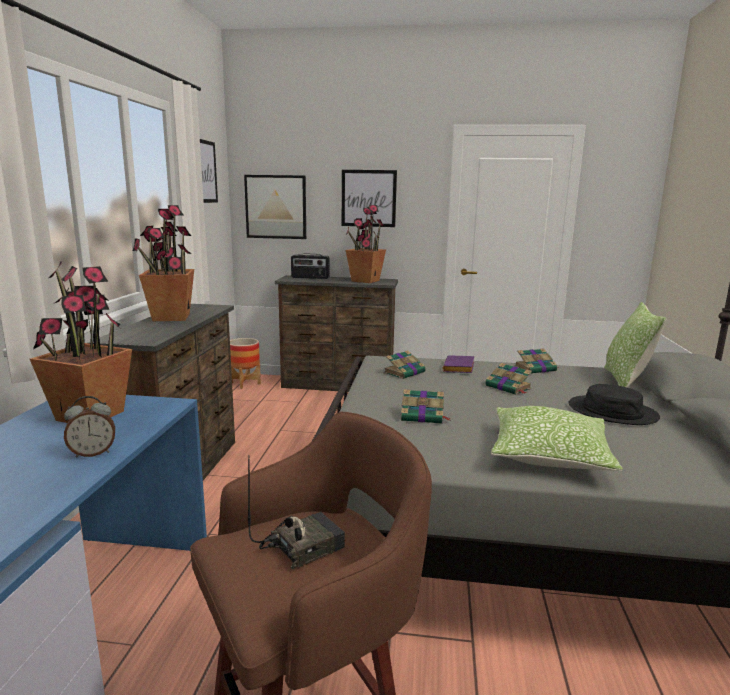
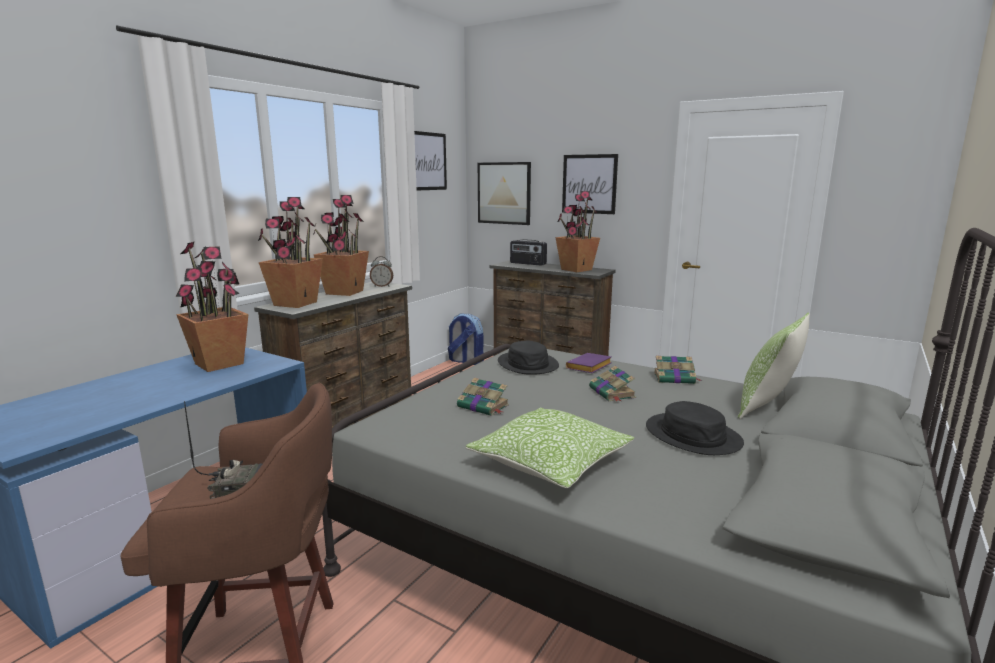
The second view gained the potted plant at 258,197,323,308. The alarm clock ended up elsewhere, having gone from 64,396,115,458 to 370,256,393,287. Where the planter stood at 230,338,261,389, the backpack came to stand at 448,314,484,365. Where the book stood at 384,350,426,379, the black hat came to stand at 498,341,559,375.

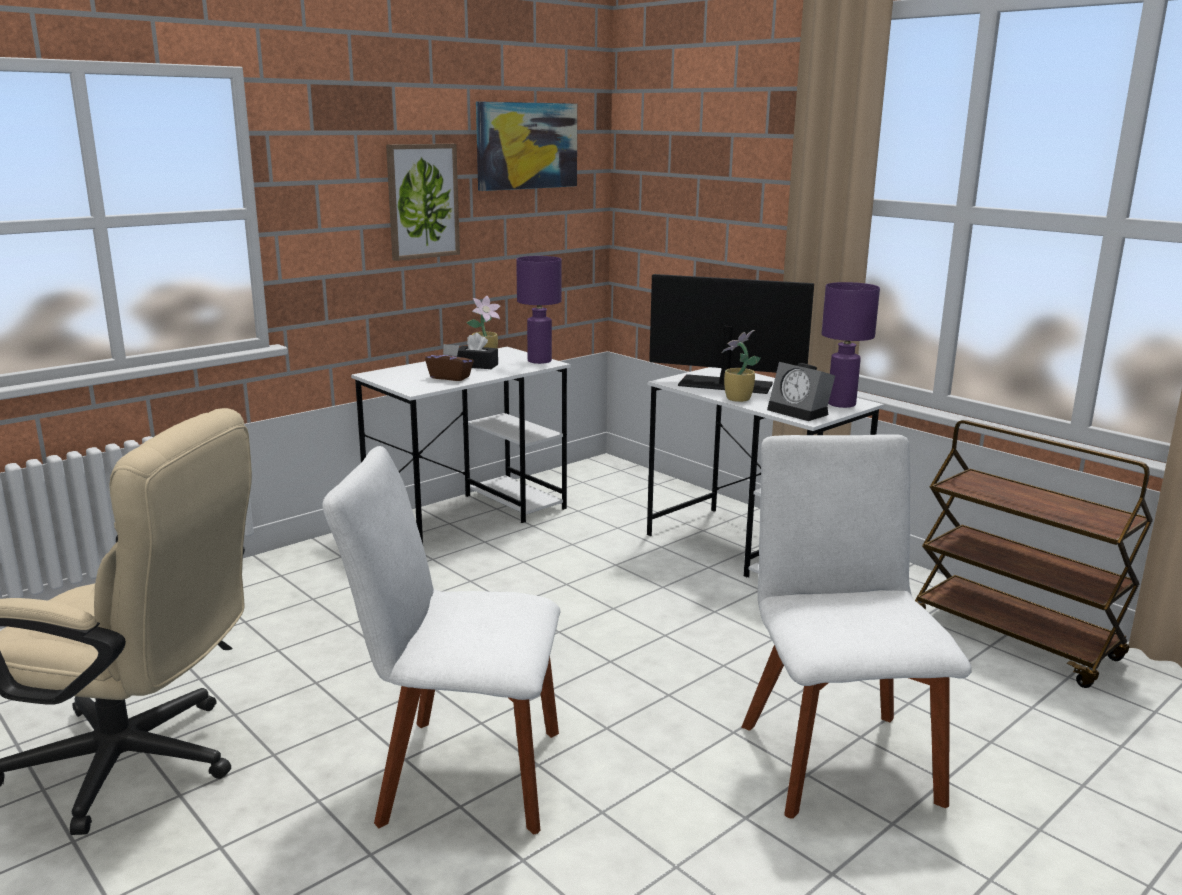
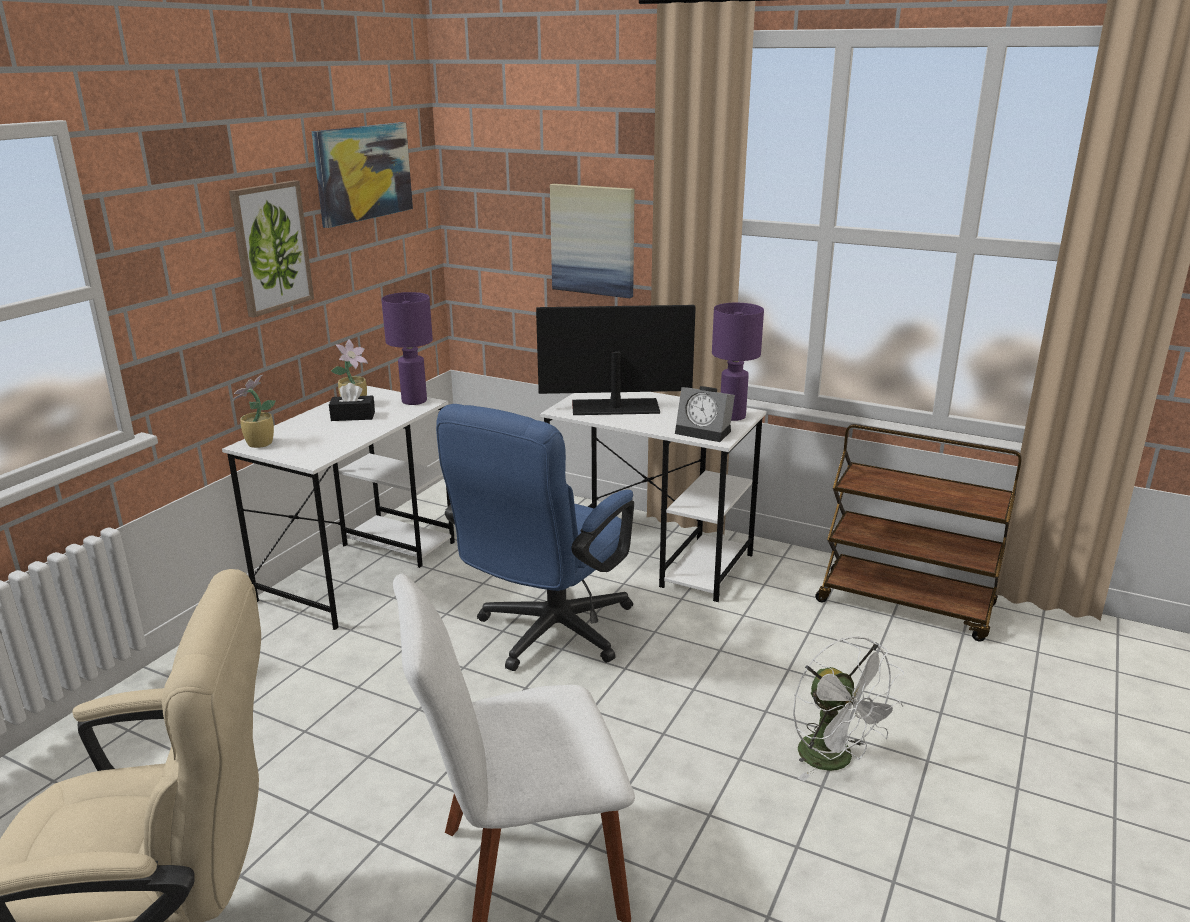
The second view lost the brown tissue box at 425,344,474,381. The second view gained the blue office chair at 436,404,634,671. The second view gained the picture at 550,184,635,298. The potted plant ended up elsewhere, having gone from 722,330,761,402 to 232,375,276,448. Where the white chair stood at 742,435,972,819, the white fan came to stand at 793,636,904,781.

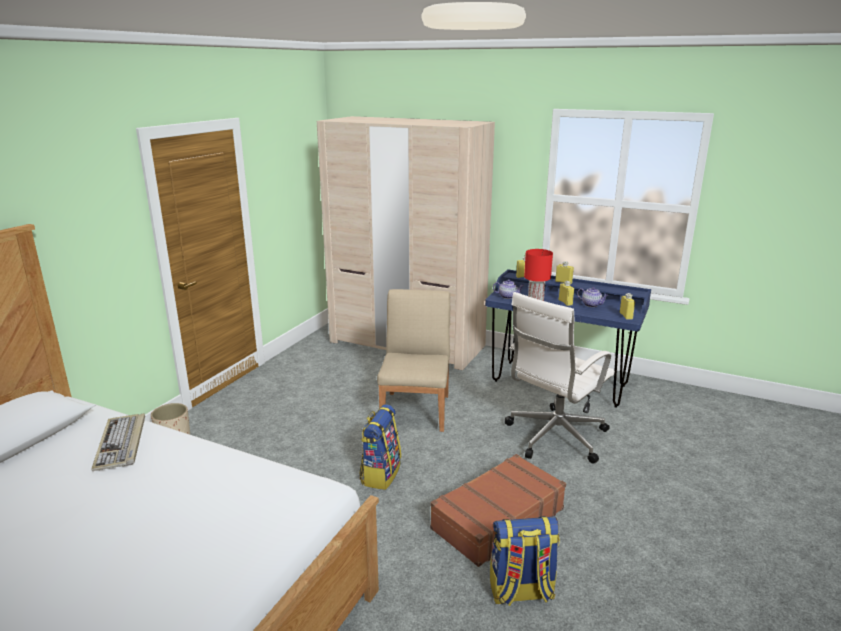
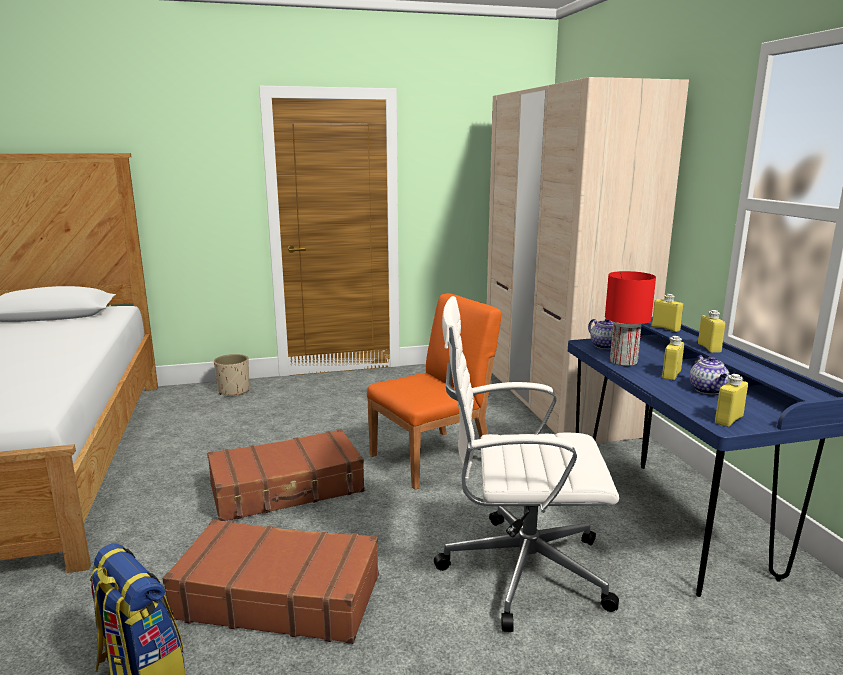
The second view lost the keyboard at 91,413,145,471. Where the backpack stood at 359,404,401,490, the brown suitcase came to stand at 207,429,365,521. What was the beige chair at 377,289,450,432 turned into the orange chair at 367,293,501,490.

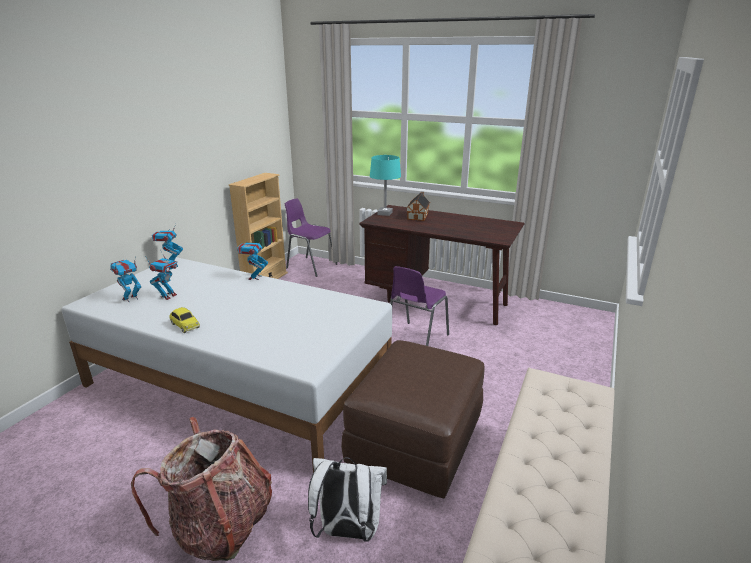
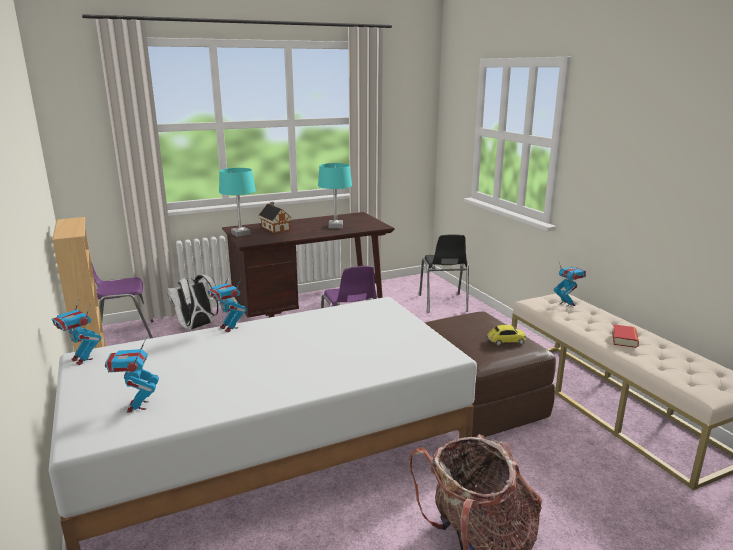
The second view gained the turquoise table lamp at 318,163,352,228. The second view gained the black chair at 419,234,469,313. The second view gained the book at 612,324,639,348. The toy robot ended up elsewhere, having gone from 145,250,178,300 to 554,263,586,307. The toy car ended up elsewhere, having gone from 169,307,200,333 to 487,325,526,346. The white backpack ended up elsewhere, having gone from 308,457,387,542 to 167,274,218,330.

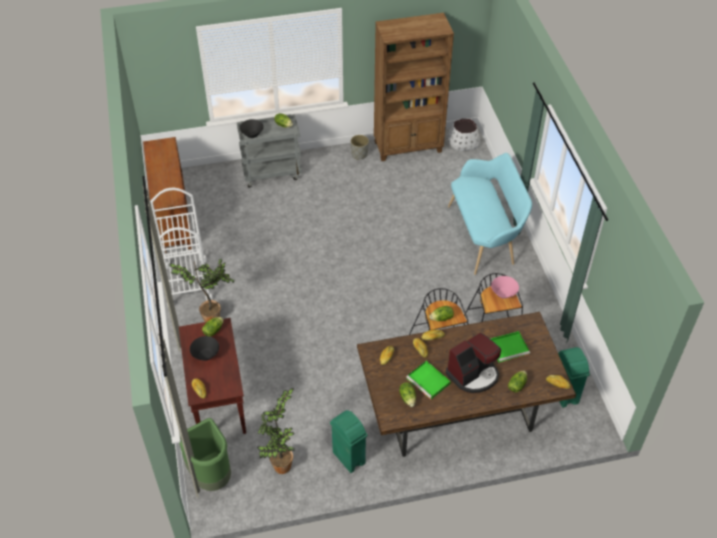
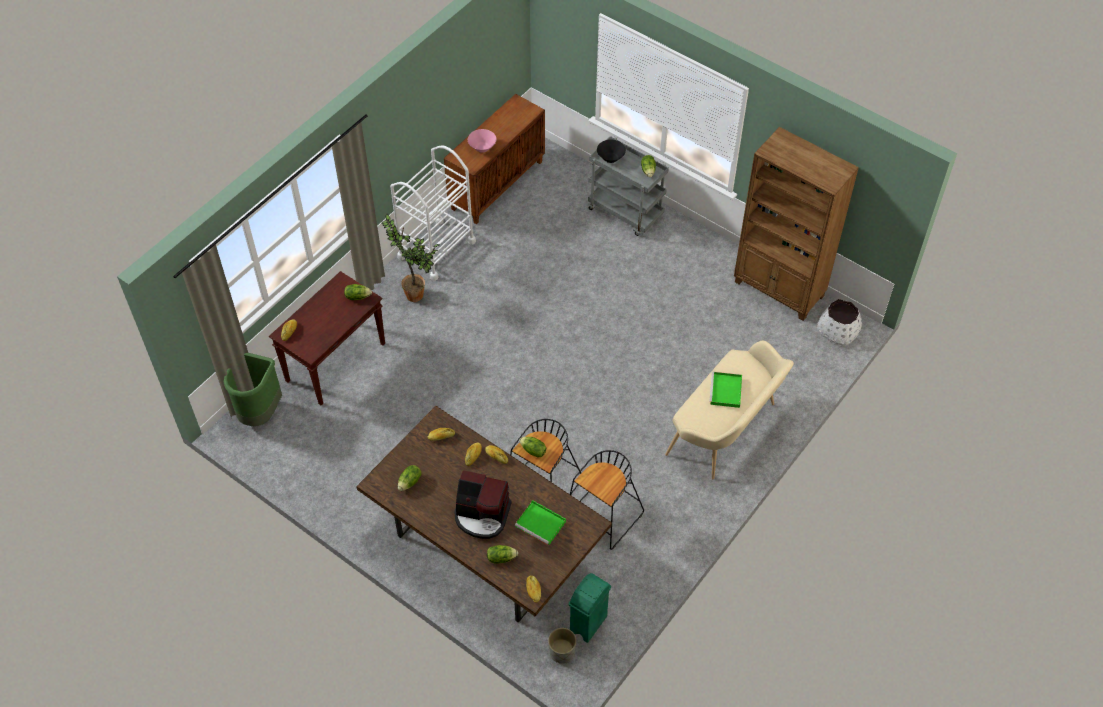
The second view lost the black bowl at 190,336,219,361. The second view lost the potted plant at 257,388,295,474. The second view lost the green trash can at 330,410,367,473. The grey planter ended up elsewhere, having gone from 351,135,369,160 to 548,628,576,664. The green tray ended up elsewhere, having gone from 406,361,451,399 to 709,372,742,408. The pink bowl ended up elsewhere, having gone from 491,276,519,299 to 468,129,497,153. What was the turquoise bench at 448,153,532,275 turned into the beige bench at 665,340,794,479.

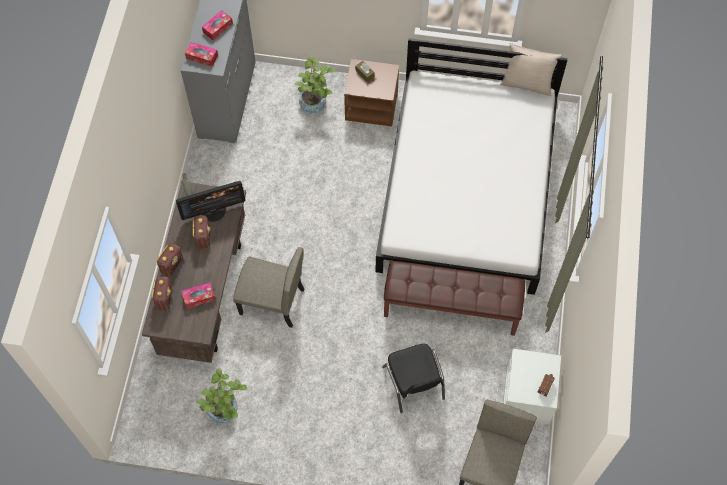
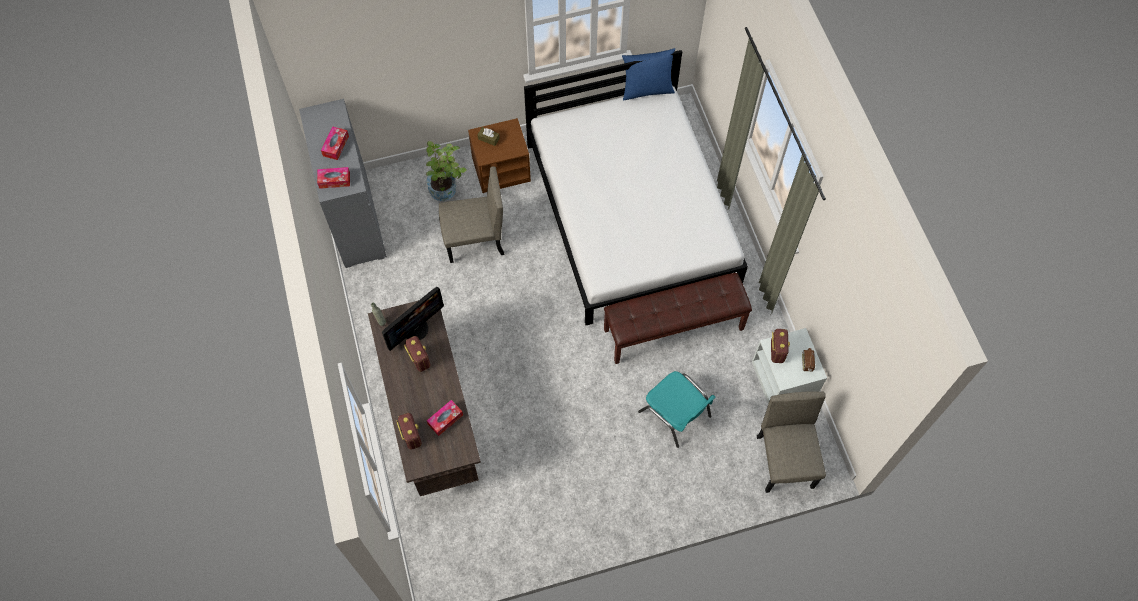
The second view lost the potted plant at 196,368,247,424. The radio ended up elsewhere, having gone from 157,243,183,277 to 771,329,790,363. The beige chair ended up elsewhere, having gone from 233,247,304,328 to 439,166,505,263. What was the black chair at 382,344,445,413 turned into the turquoise chair at 638,371,715,448. What was the beige pillow at 500,43,562,96 turned into the blue pillow at 622,48,675,101.

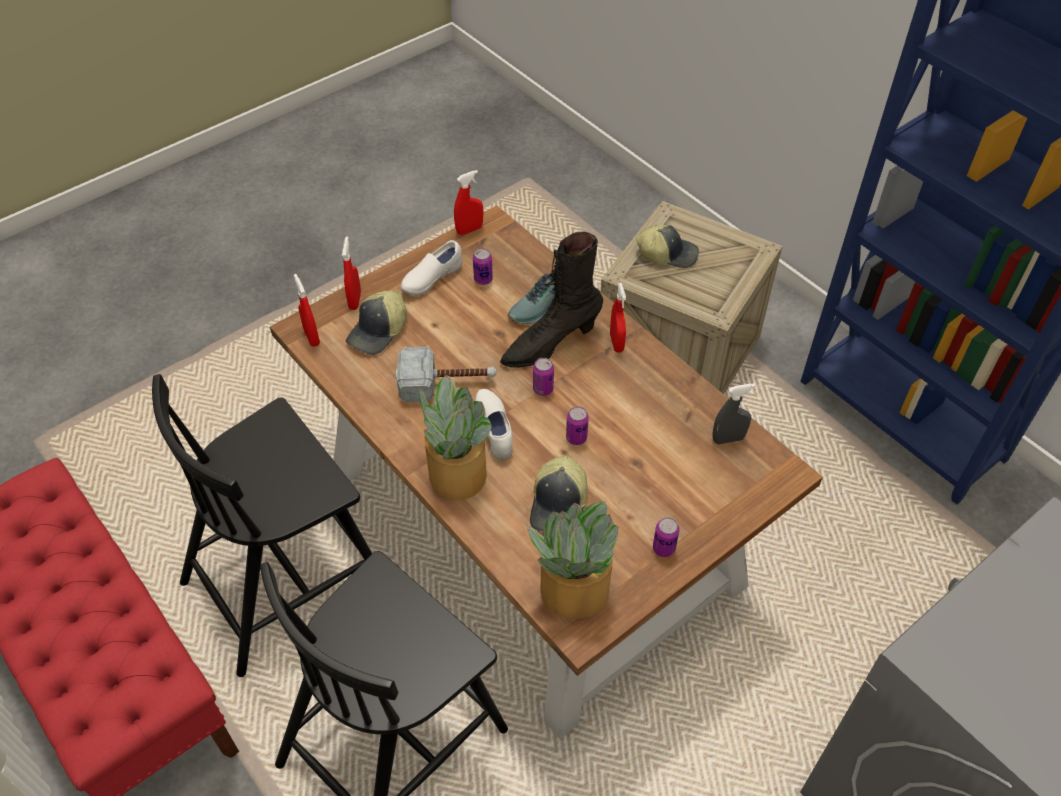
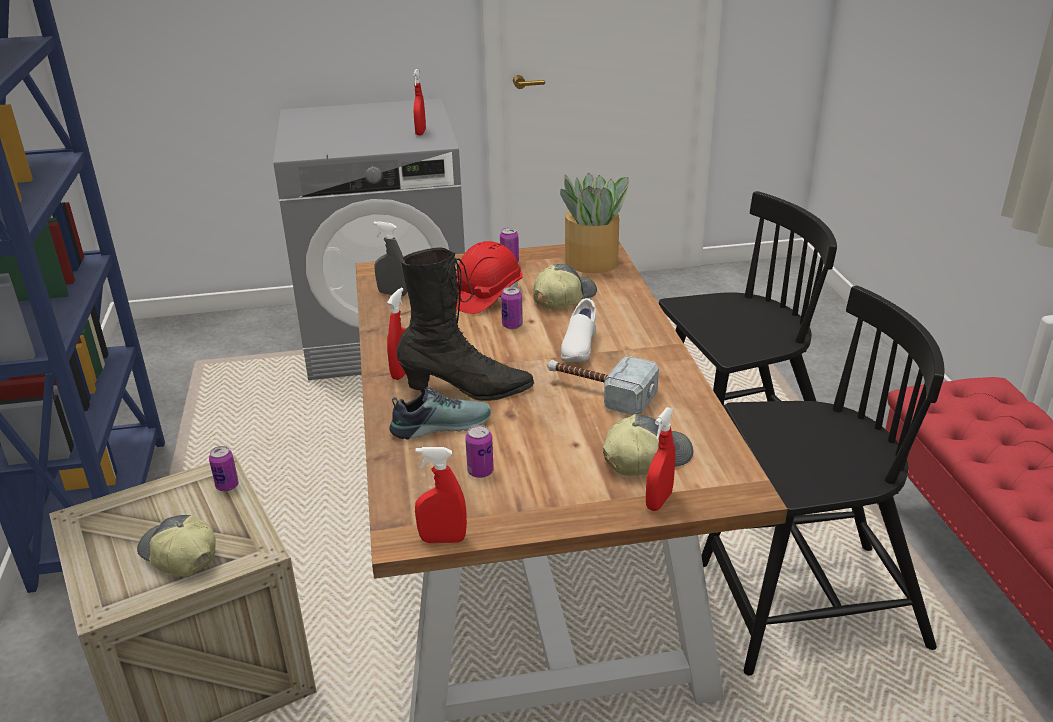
The second view lost the white shoe at 400,240,462,296. The second view lost the potted plant at 419,375,492,500. The second view gained the red hard hat at 456,241,522,314. The red spray bottle ended up elsewhere, having gone from 294,274,320,347 to 413,69,426,135. The can ended up elsewhere, having gone from 533,358,554,396 to 209,446,239,491.

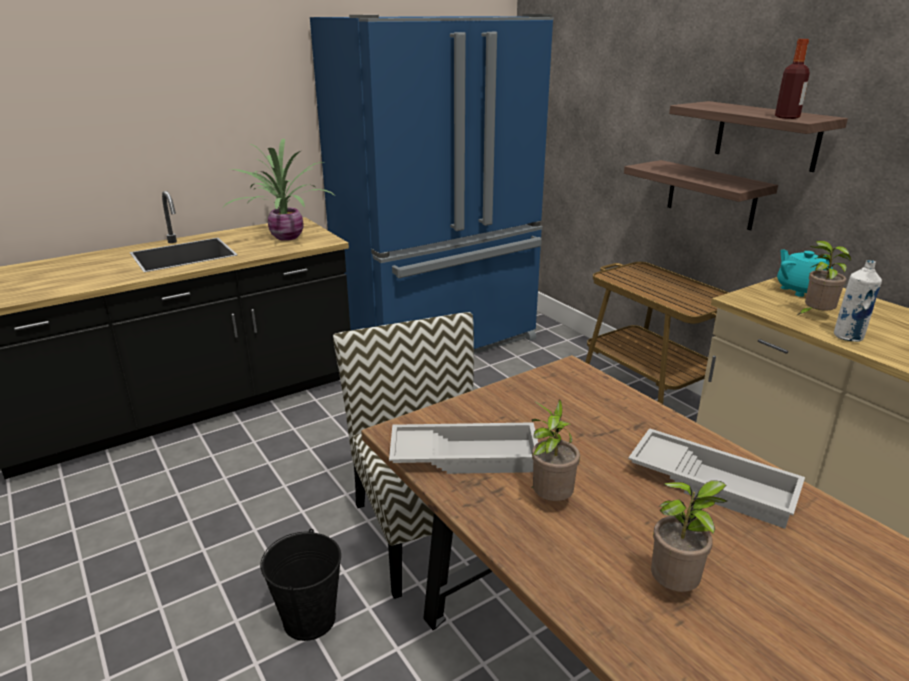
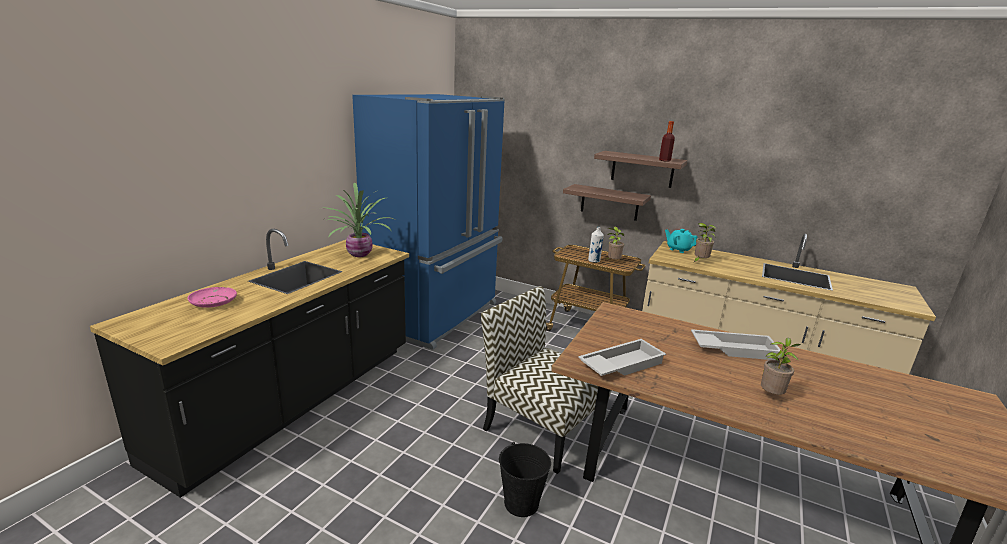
The second view gained the pink plate at 188,287,237,308. The potted plant ended up elsewhere, having gone from 531,400,580,501 to 605,227,624,260. The white bottle ended up elsewhere, having gone from 834,260,882,342 to 588,227,604,263.

